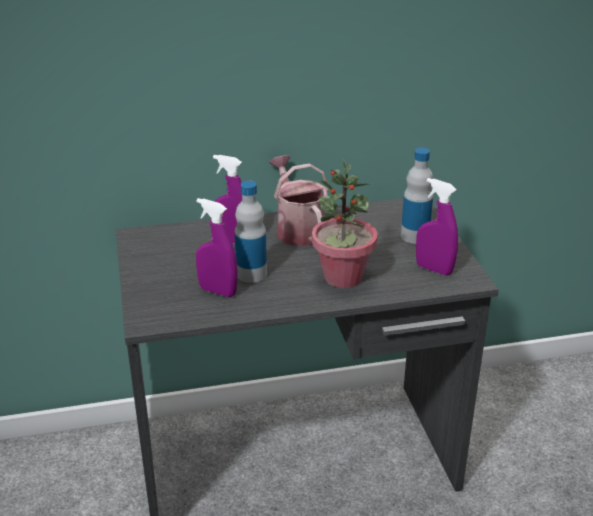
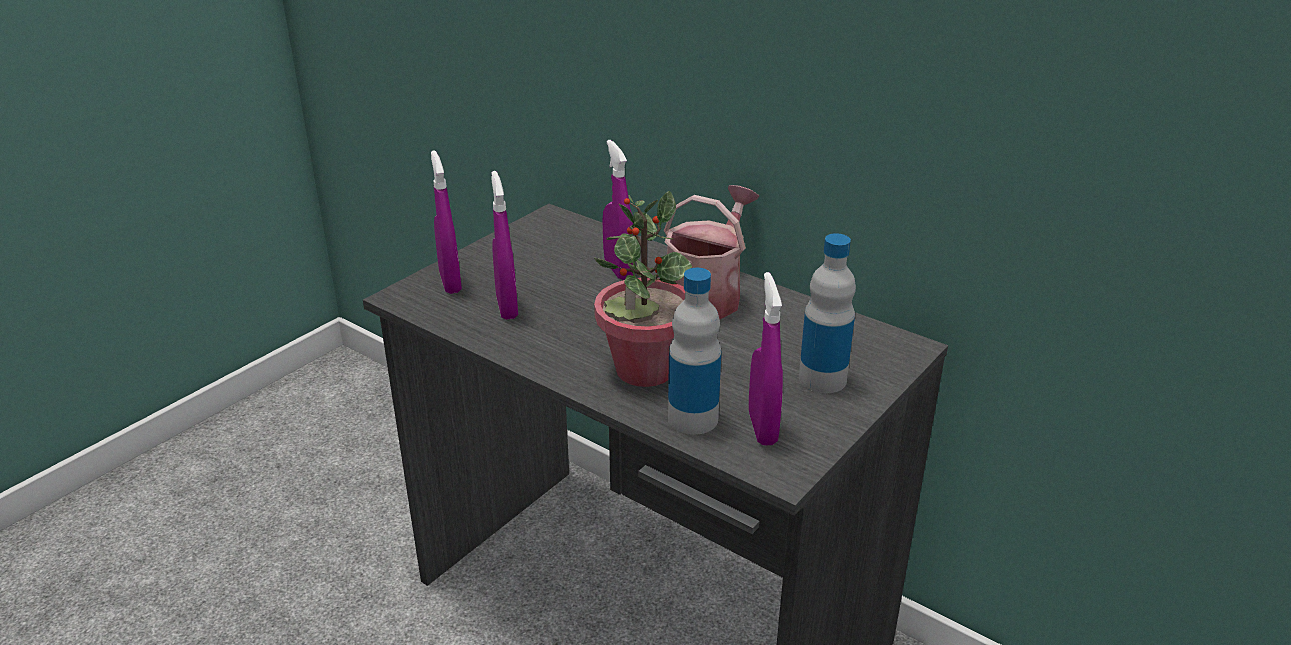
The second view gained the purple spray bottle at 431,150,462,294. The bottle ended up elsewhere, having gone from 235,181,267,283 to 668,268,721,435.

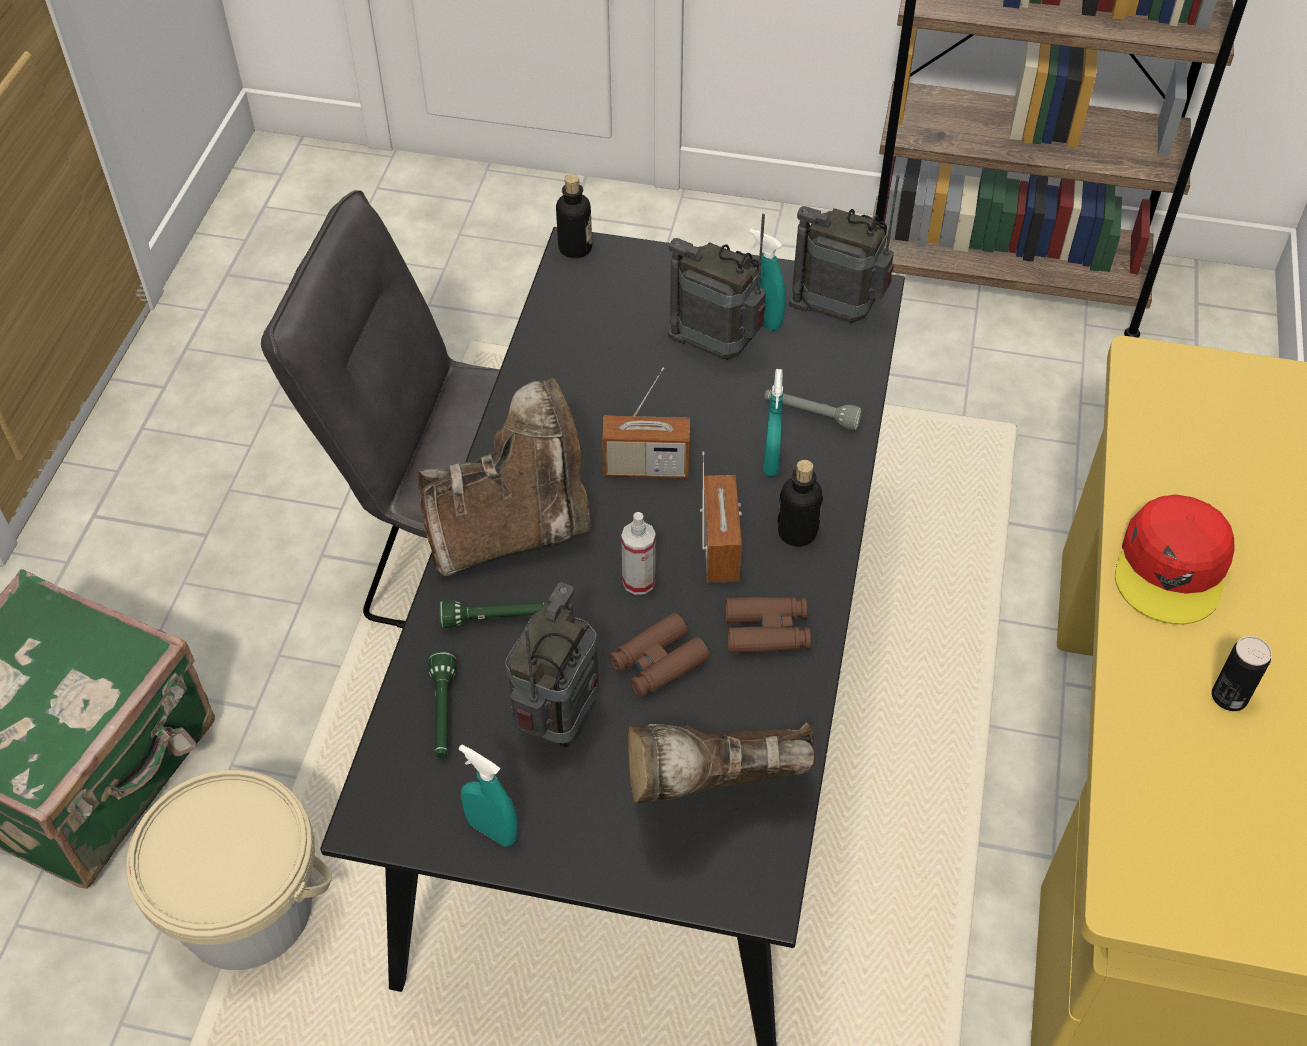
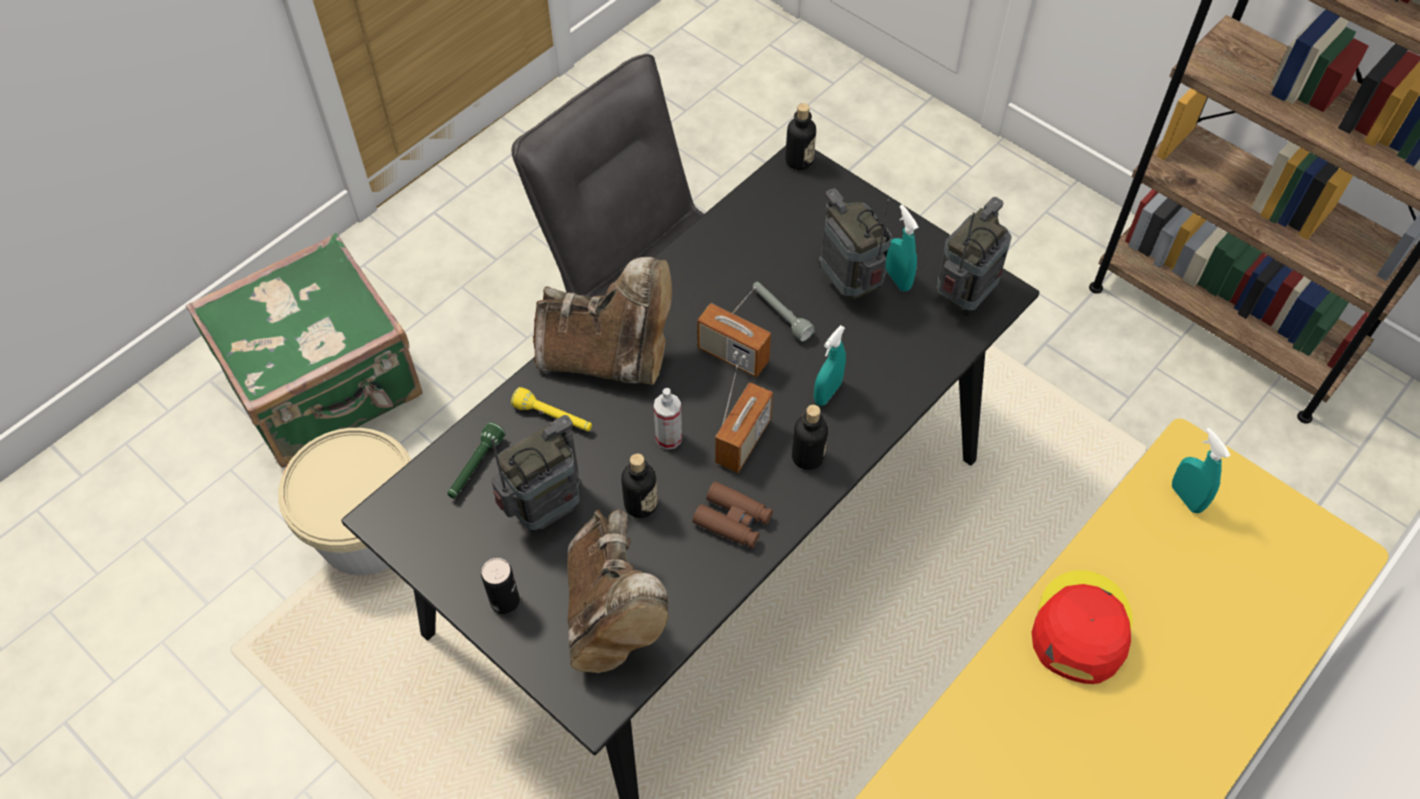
The turquoise spray bottle ended up elsewhere, having gone from 459,745,518,847 to 1172,428,1231,514. The grey flashlight ended up elsewhere, having gone from 764,389,862,431 to 753,282,815,342. The can ended up elsewhere, having gone from 1212,636,1272,711 to 481,558,520,614. Where the brown binoculars stood at 609,613,710,698, the bottle came to stand at 621,453,658,518. What was the green flashlight at 439,600,544,628 turned into the yellow flashlight at 511,387,592,431. The brown boot at 627,722,816,803 ended up facing another way, 120 degrees counterclockwise from before. The radio at 789,175,899,323 ended up facing another way, 75 degrees clockwise from before. The red cap at 1115,494,1235,625 ended up facing another way, 150 degrees clockwise from before.

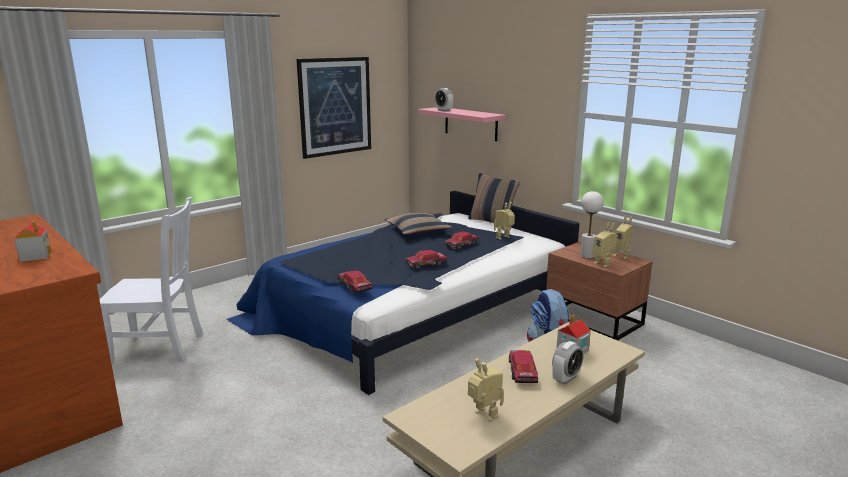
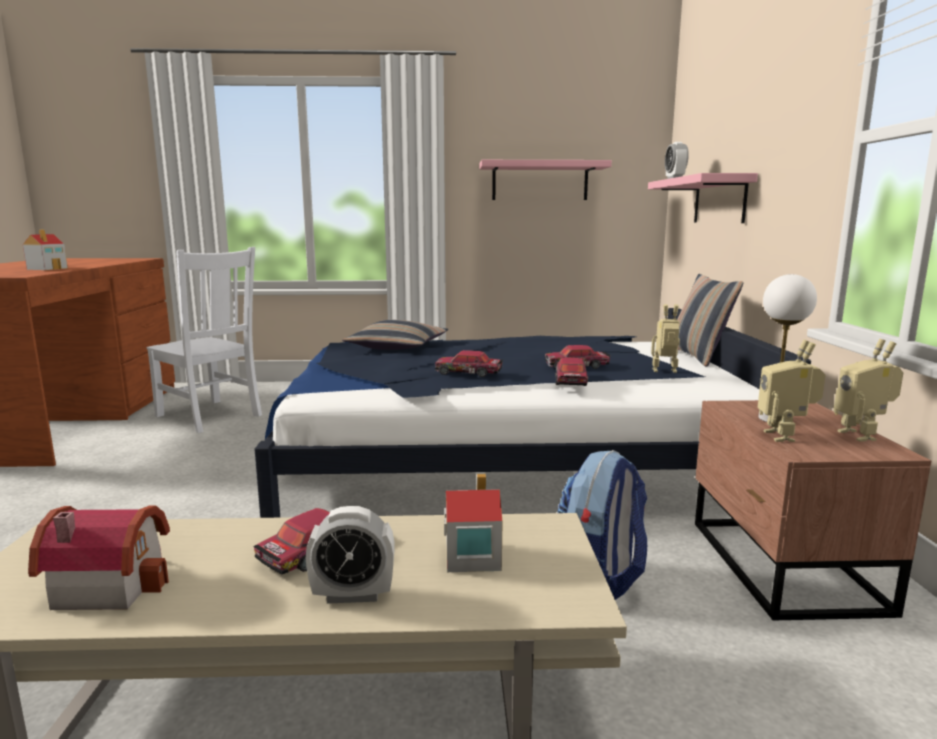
The toy car ended up elsewhere, having gone from 338,271,373,293 to 555,358,588,386. The pillow ended up elsewhere, having gone from 385,213,452,235 to 342,320,448,350. Where the picture hung at 296,57,371,159, the pink shelf came to hang at 479,160,612,200. Where the toy robot stood at 468,358,504,422, the toy house came to stand at 28,505,170,610.

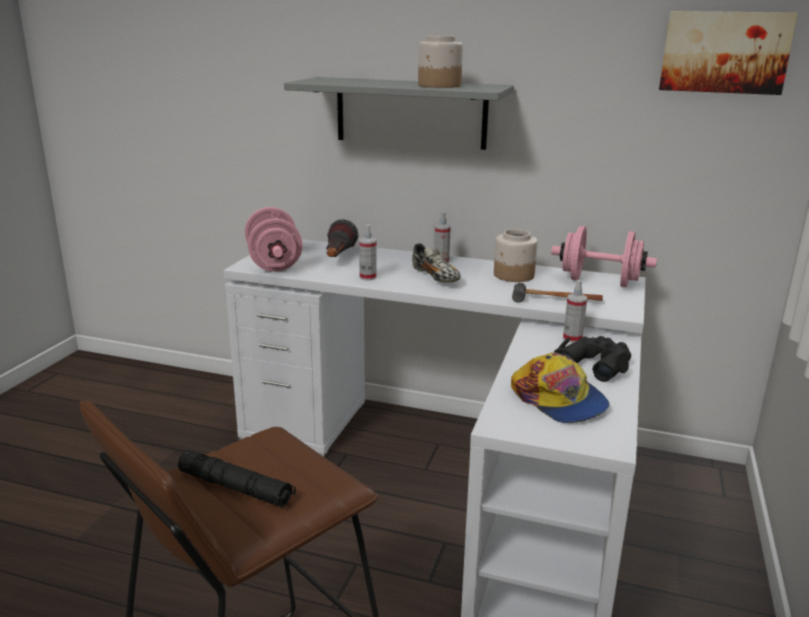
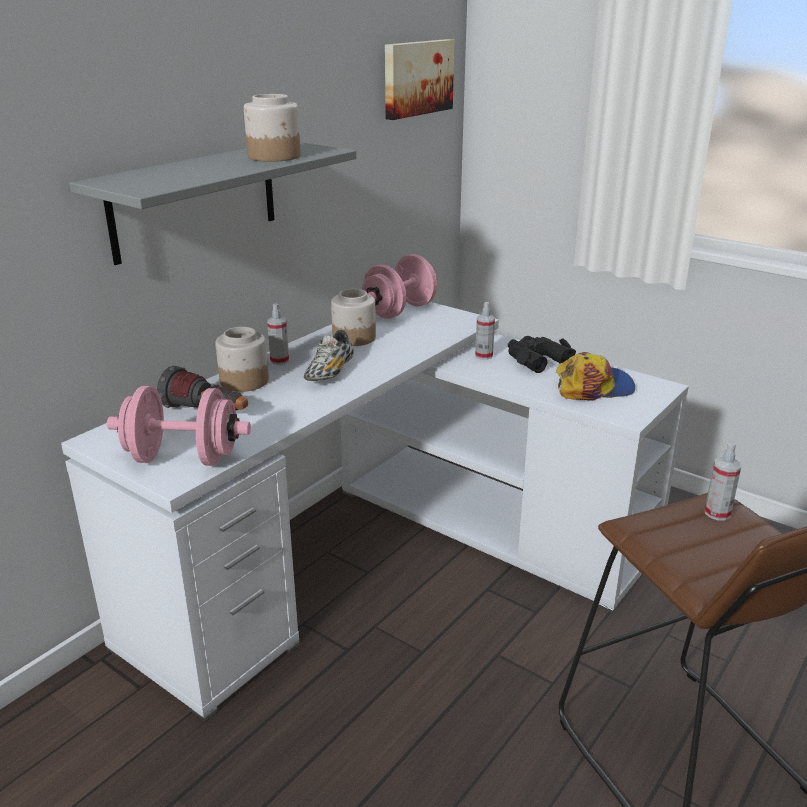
The second view lost the black flashlight at 178,450,296,507. The second view lost the hammer at 512,283,603,302. The second view gained the jar at 215,327,269,392. The spray bottle ended up elsewhere, having gone from 359,225,377,280 to 705,442,741,521. The shoe at 412,243,461,282 ended up facing another way, 120 degrees clockwise from before.

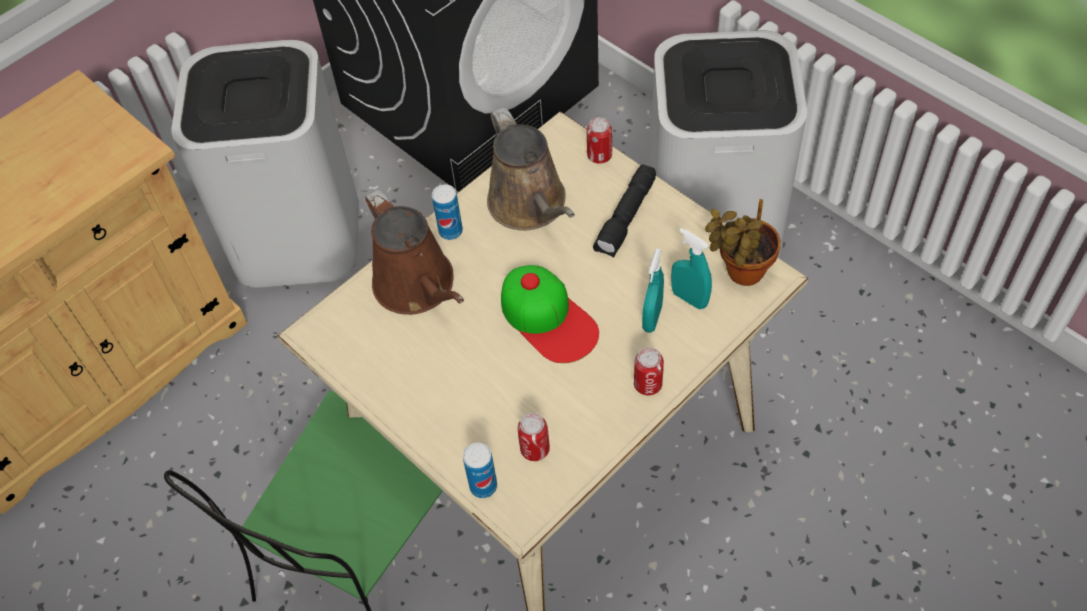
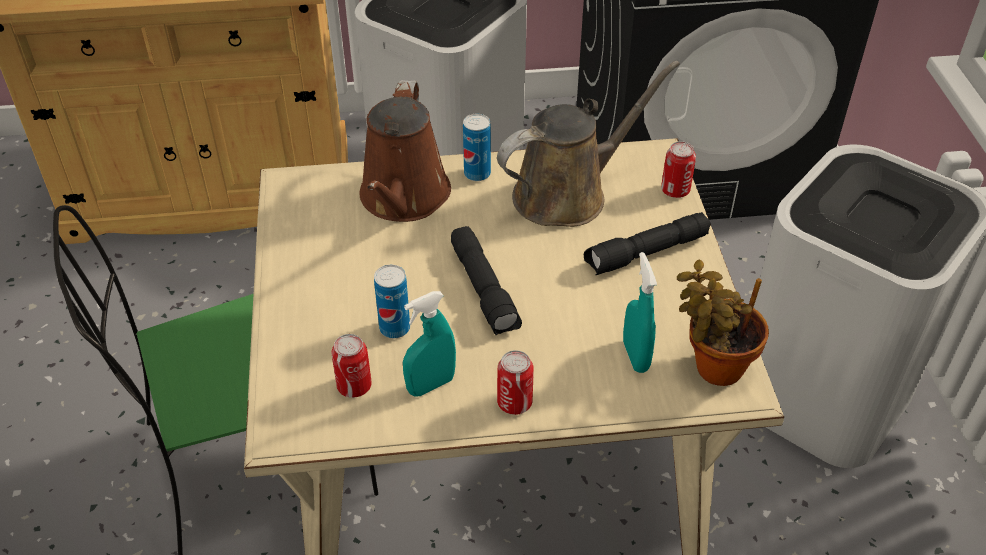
The can ended up elsewhere, having gone from 463,443,497,498 to 374,265,410,338. The turquoise spray bottle ended up elsewhere, having gone from 642,248,664,333 to 403,291,456,396. Where the cap stood at 501,265,599,363, the black flashlight came to stand at 451,226,522,335. The brown watering can at 487,107,575,231 ended up facing another way, 135 degrees counterclockwise from before.

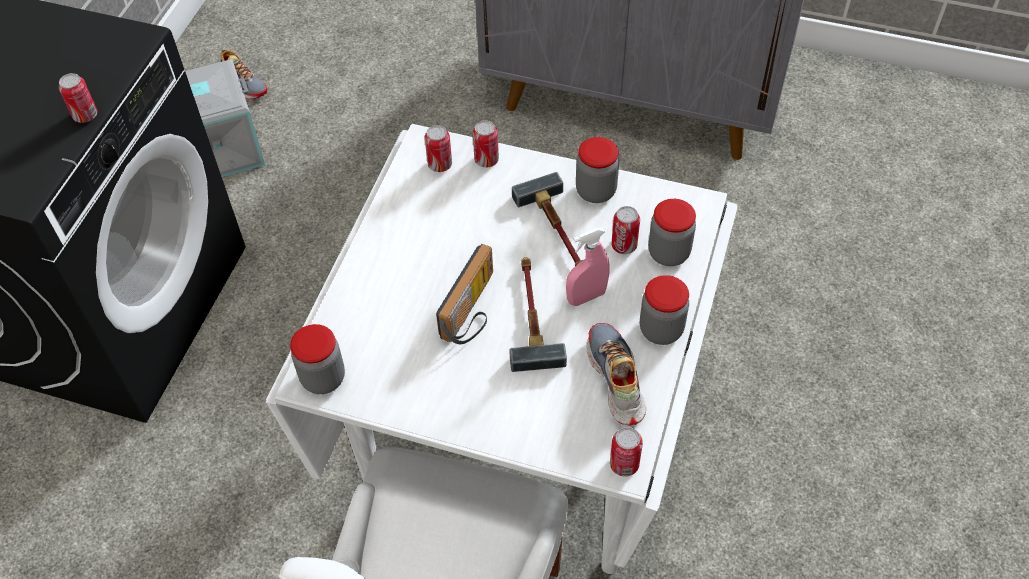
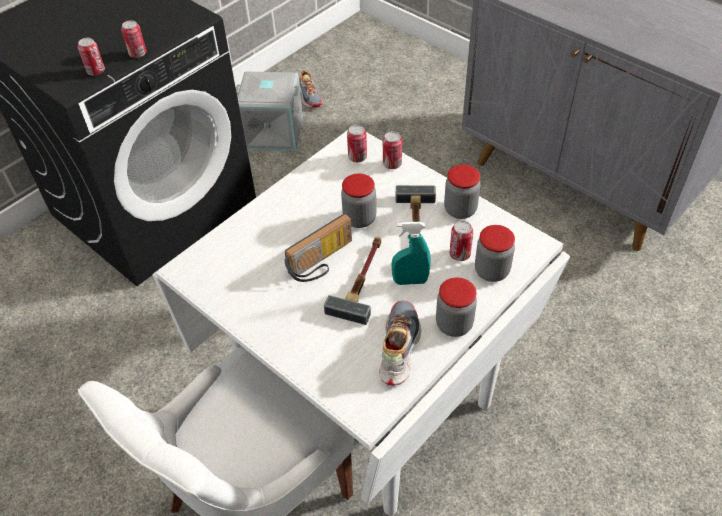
The jar ended up elsewhere, having gone from 290,324,345,394 to 341,174,376,228. The can ended up elsewhere, having gone from 610,427,643,477 to 78,38,105,76. What was the pink spray bottle at 566,228,609,306 turned into the turquoise spray bottle at 391,222,431,285.

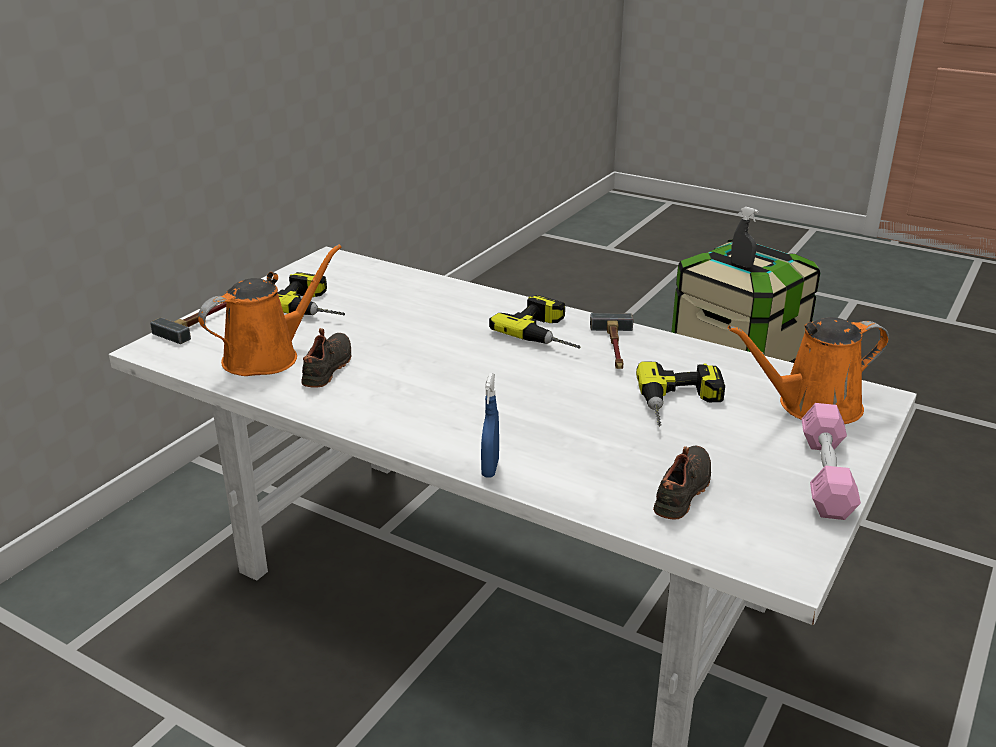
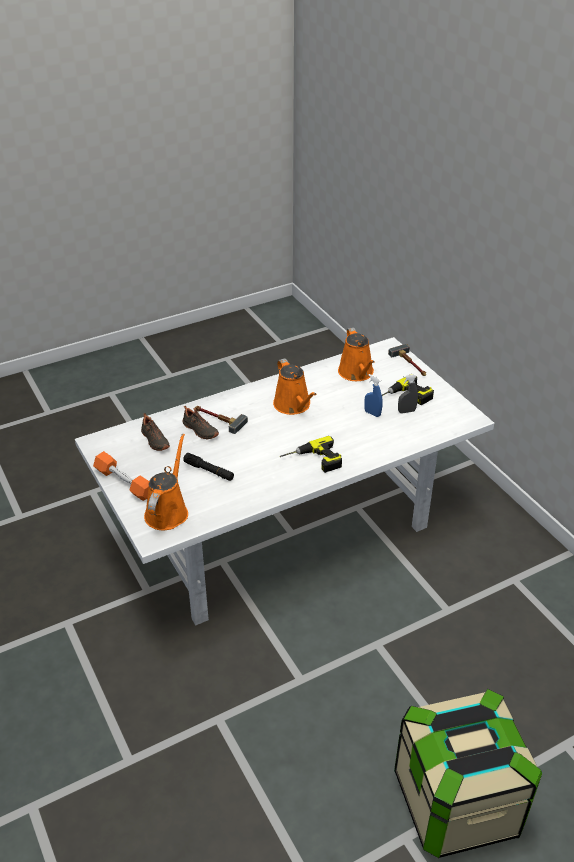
The second view gained the orange watering can at 273,358,317,415. The black shoe ended up elsewhere, having gone from 302,328,352,388 to 183,406,219,439. The blue spray bottle ended up elsewhere, having gone from 481,373,499,478 to 364,374,383,417. The hammer ended up elsewhere, having gone from 590,313,634,369 to 195,406,248,434. The grey spray bottle ended up elsewhere, having gone from 731,207,758,268 to 398,374,418,414. Where the power drill stood at 636,361,725,427, the black flashlight came to stand at 183,453,234,481. What was the pink dumbbell at 801,403,861,520 turned into the orange dumbbell at 93,451,149,501.

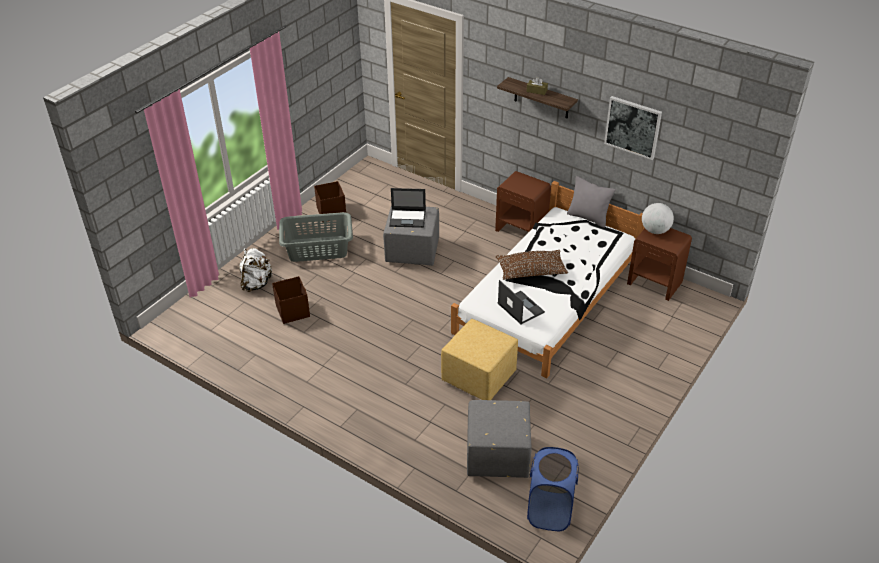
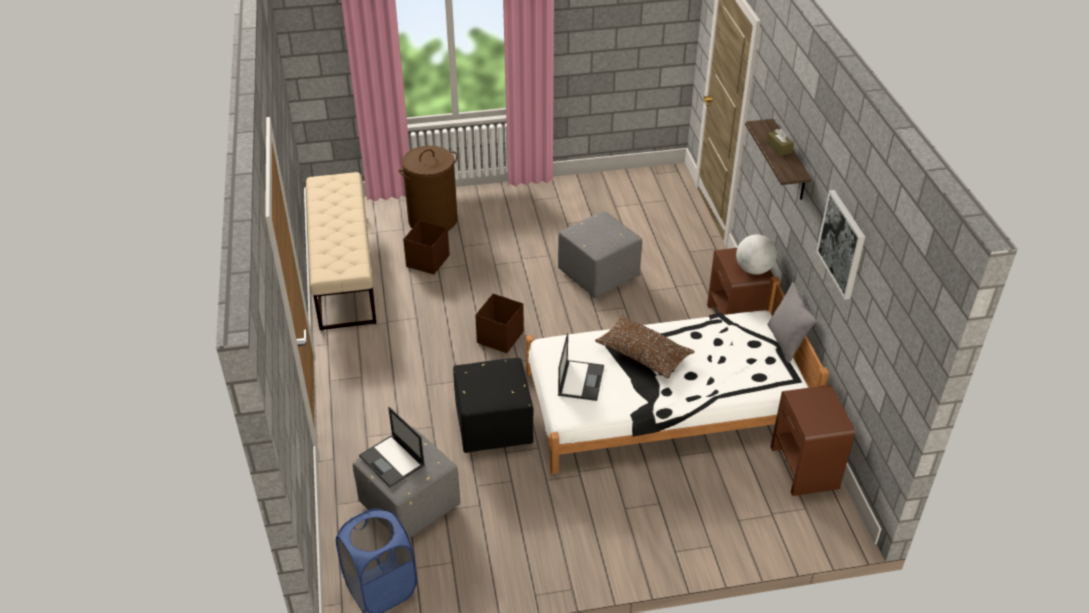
The second view lost the grey laundry basket at 279,212,353,262. The second view gained the beige bench at 306,172,376,330. The brown storage box ended up elsewhere, having gone from 314,181,346,222 to 475,294,524,353. The laptop ended up elsewhere, having gone from 389,188,426,228 to 359,407,425,487. The globe ended up elsewhere, having gone from 642,203,674,234 to 736,235,777,275. Where the white backpack stood at 239,248,273,292, the brown laundry basket came to stand at 398,146,458,231. What was the yellow ottoman at 441,319,518,400 turned into the black ottoman at 453,358,534,453.

